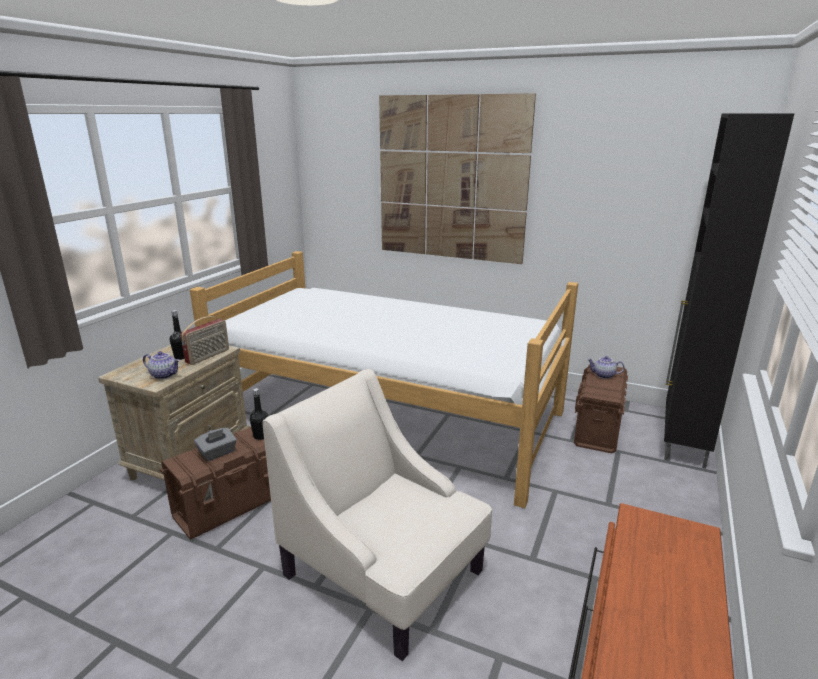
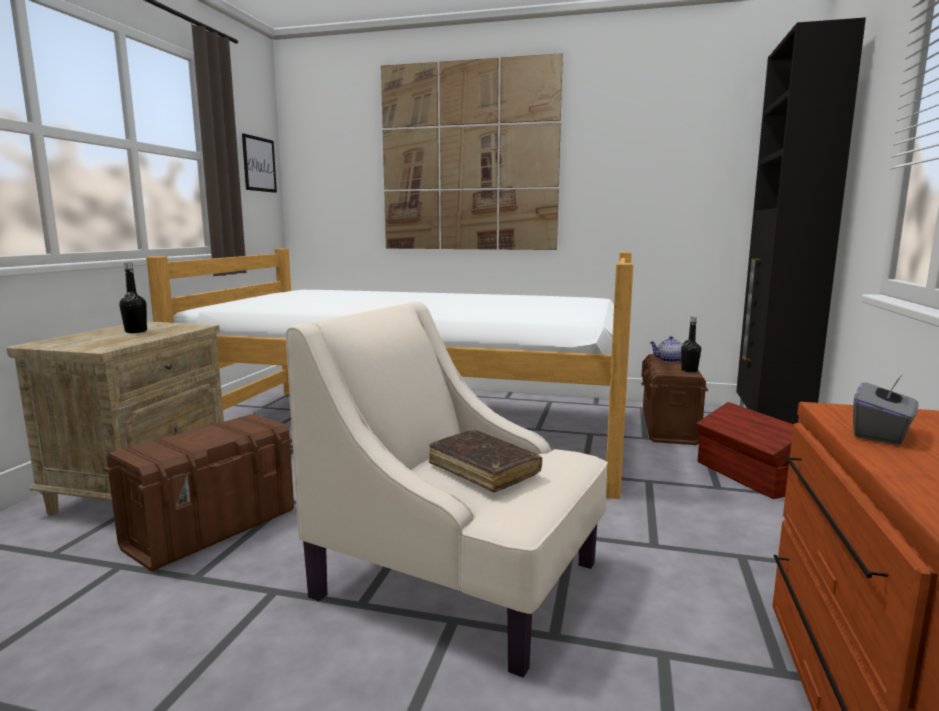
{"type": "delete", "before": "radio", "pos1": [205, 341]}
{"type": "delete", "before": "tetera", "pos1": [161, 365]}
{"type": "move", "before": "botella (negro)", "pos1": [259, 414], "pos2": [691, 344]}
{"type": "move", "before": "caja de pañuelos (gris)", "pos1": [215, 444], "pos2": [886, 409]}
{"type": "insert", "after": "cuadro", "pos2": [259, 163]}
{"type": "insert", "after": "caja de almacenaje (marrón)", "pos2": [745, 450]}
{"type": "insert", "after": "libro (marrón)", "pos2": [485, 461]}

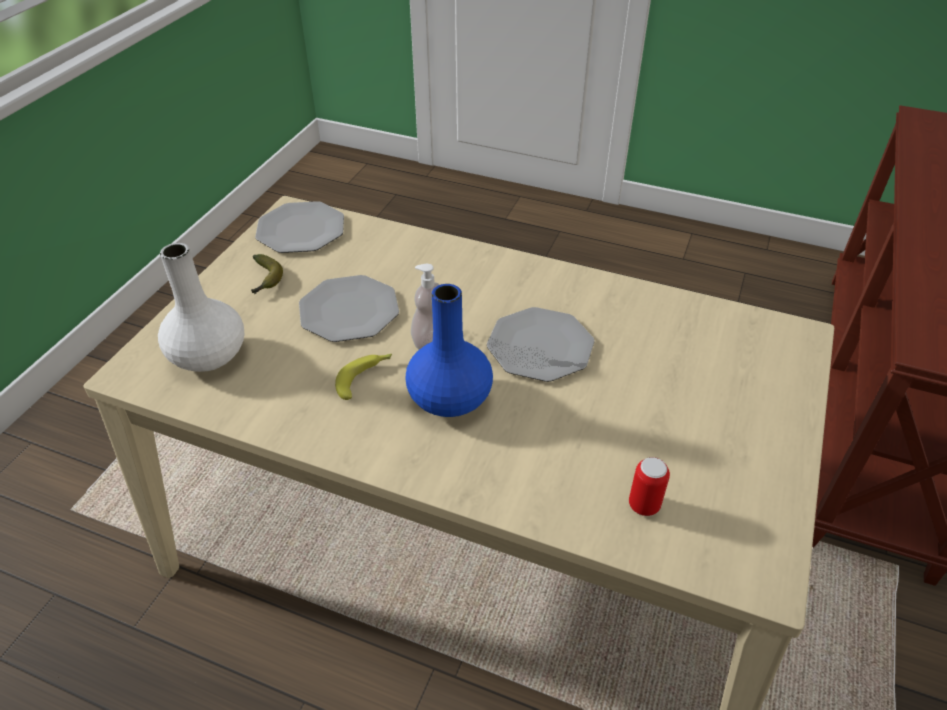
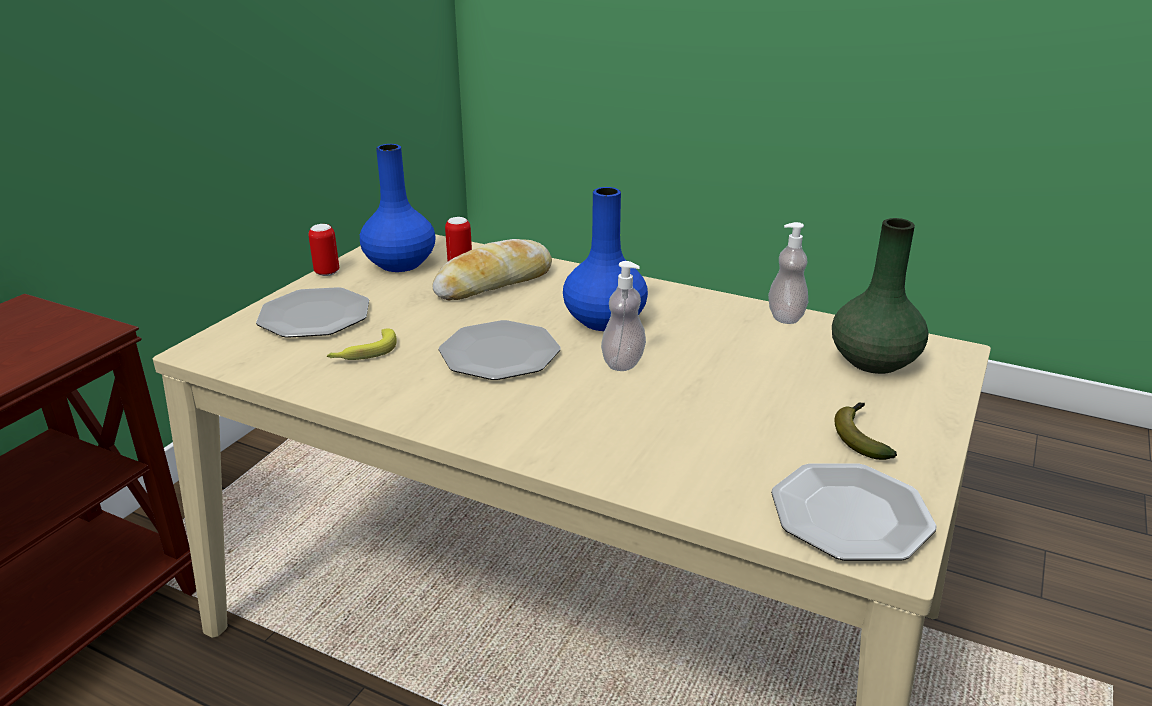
{"type": "recolor", "before": "florero (blanco)", "after": "florero (verde)", "pos1": [201, 307], "pos2": [880, 296]}
{"type": "move", "before": "plato", "pos1": [349, 308], "pos2": [312, 312]}
{"type": "move", "before": "plátano", "pos1": [363, 377], "pos2": [362, 344]}
{"type": "insert", "after": "florero (azul)", "pos2": [398, 208]}
{"type": "insert", "after": "dispensador de jabón", "pos2": [788, 273]}
{"type": "insert", "after": "lata", "pos2": [323, 250]}
{"type": "insert", "after": "pan", "pos2": [492, 269]}

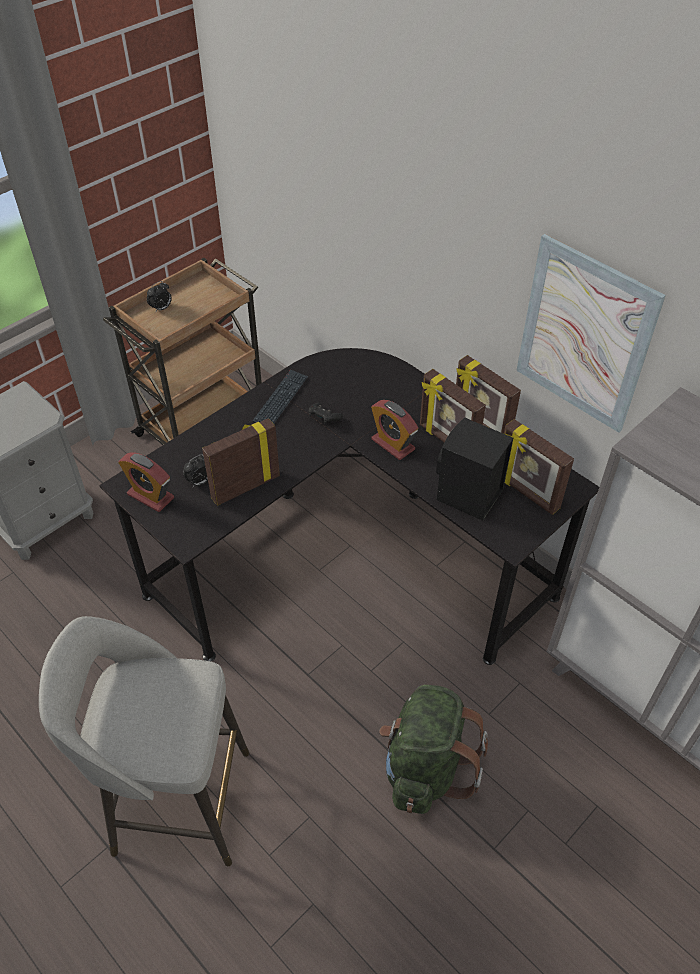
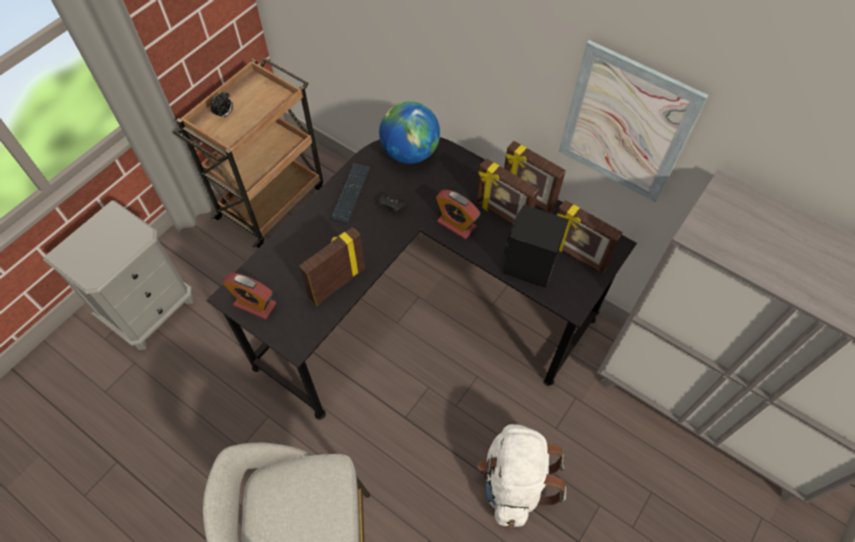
{"type": "delete", "before": "despertador", "pos1": [195, 470]}
{"type": "recolor", "before": "mochila (verde)", "after": "mochila (blanco)", "pos1": [433, 749], "pos2": [522, 476]}
{"type": "insert", "after": "globo terráqueo", "pos2": [409, 132]}

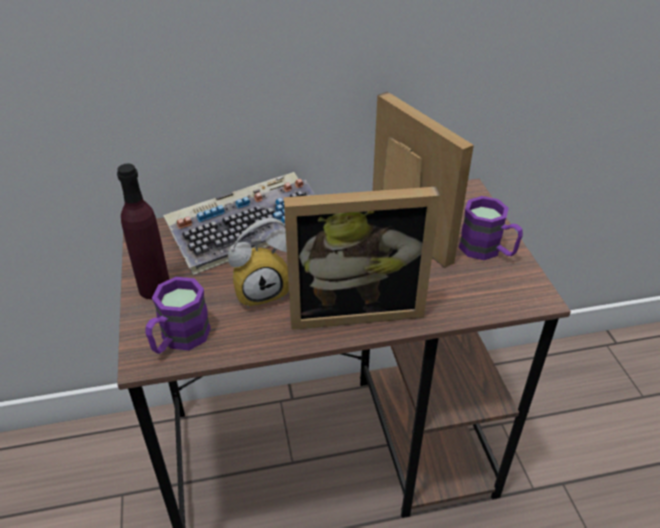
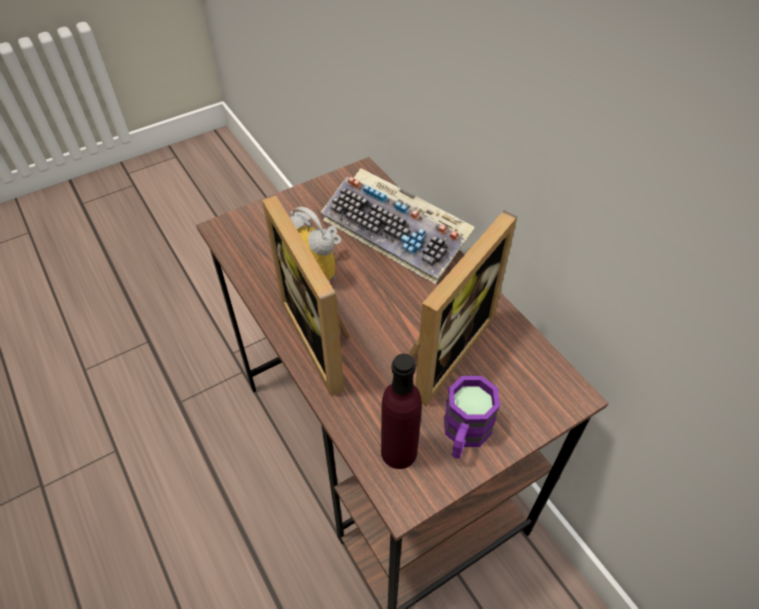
{"type": "move", "before": "botella (morado)", "pos1": [143, 231], "pos2": [401, 411]}
{"type": "delete", "before": "taza grande (morado)", "pos1": [178, 315]}

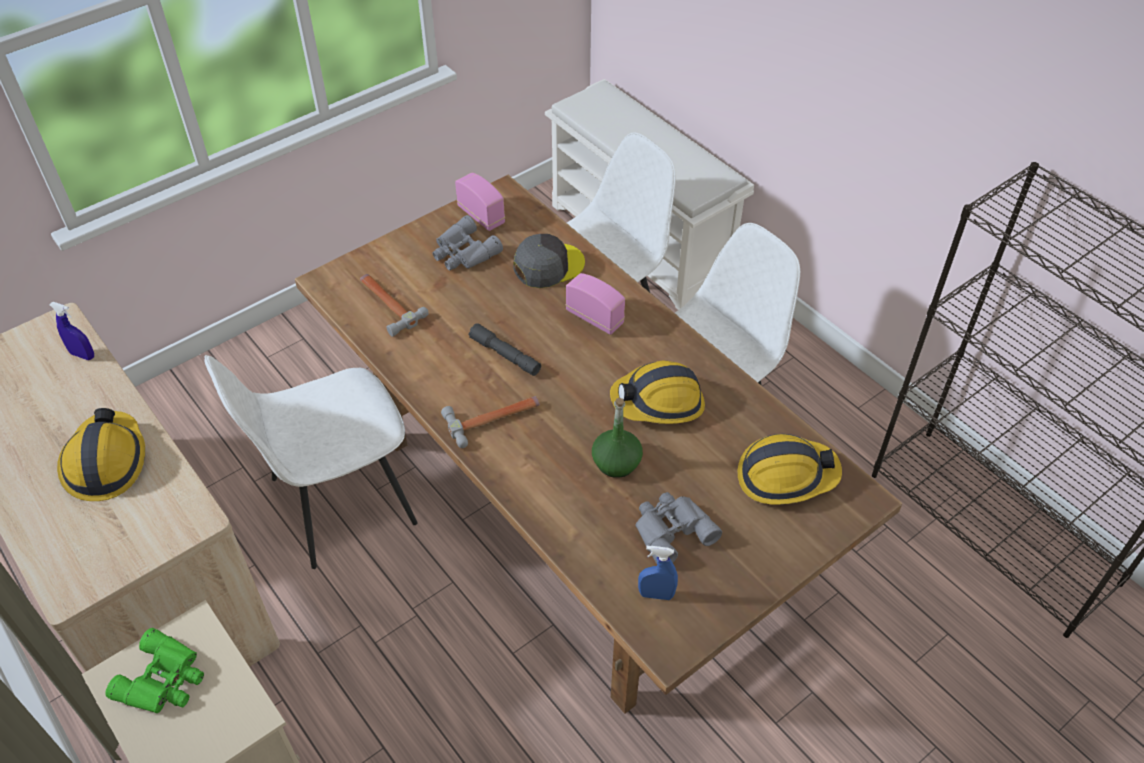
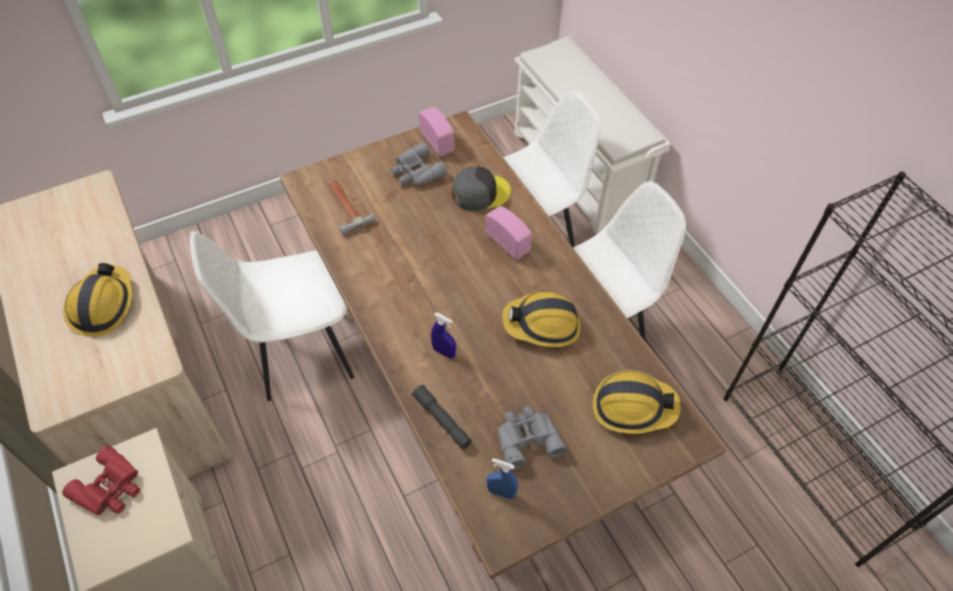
{"type": "move", "before": "pulverizador (azul)", "pos1": [71, 331], "pos2": [443, 335]}
{"type": "move", "before": "linterna (gris)", "pos1": [505, 349], "pos2": [442, 416]}
{"type": "delete", "before": "martillo", "pos1": [490, 422]}
{"type": "delete", "before": "botella (verde)", "pos1": [617, 437]}
{"type": "recolor", "before": "prismáticos (verde)", "after": "prismáticos (rojo)", "pos1": [154, 670], "pos2": [101, 480]}

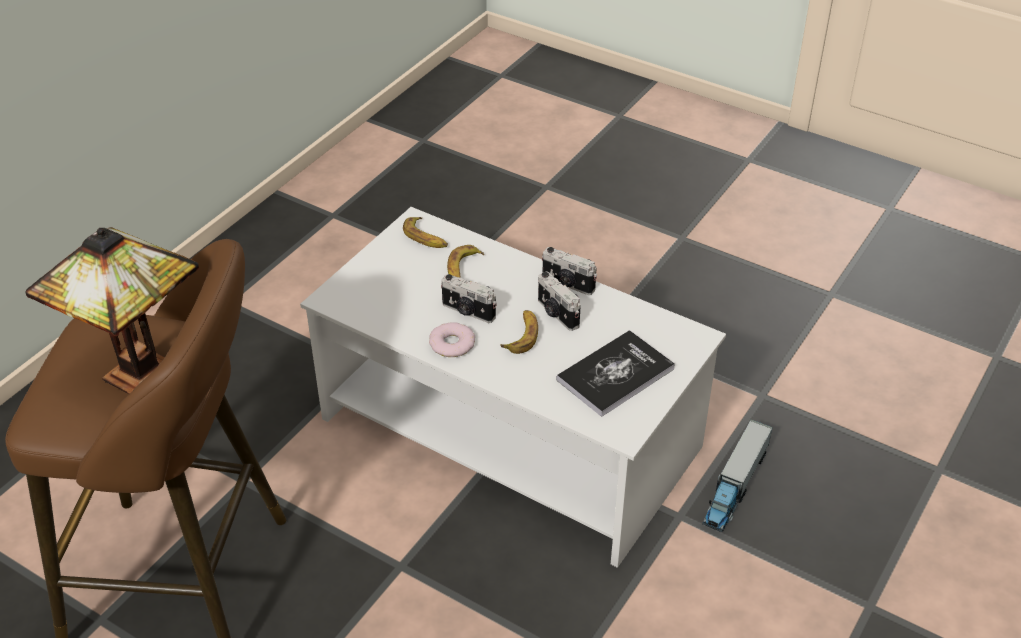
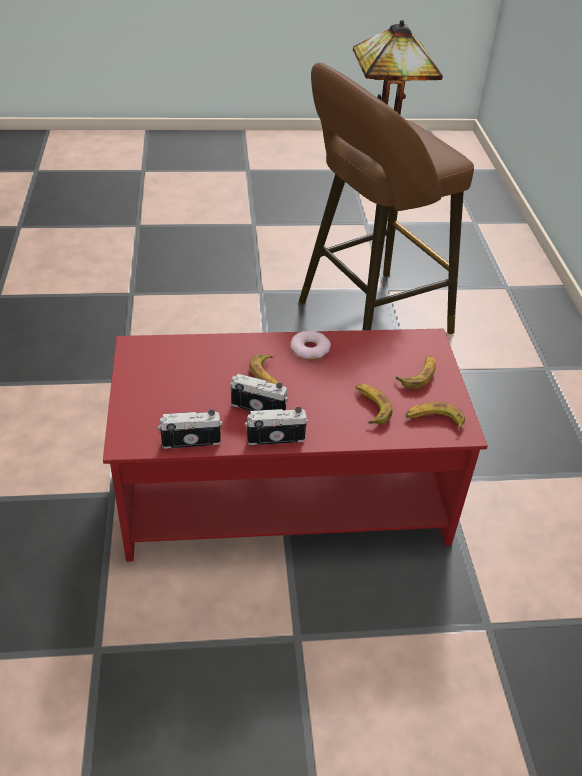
{"type": "recolor", "before": "mesa de centro (blanco)", "after": "mesa de centro (rojo)", "pos1": [513, 387], "pos2": [295, 445]}
{"type": "move", "before": "cámara", "pos1": [469, 298], "pos2": [190, 429]}
{"type": "delete", "before": "libro", "pos1": [615, 373]}
{"type": "delete", "before": "camión de juguete", "pos1": [737, 475]}
{"type": "insert", "after": "plátano", "pos2": [416, 372]}

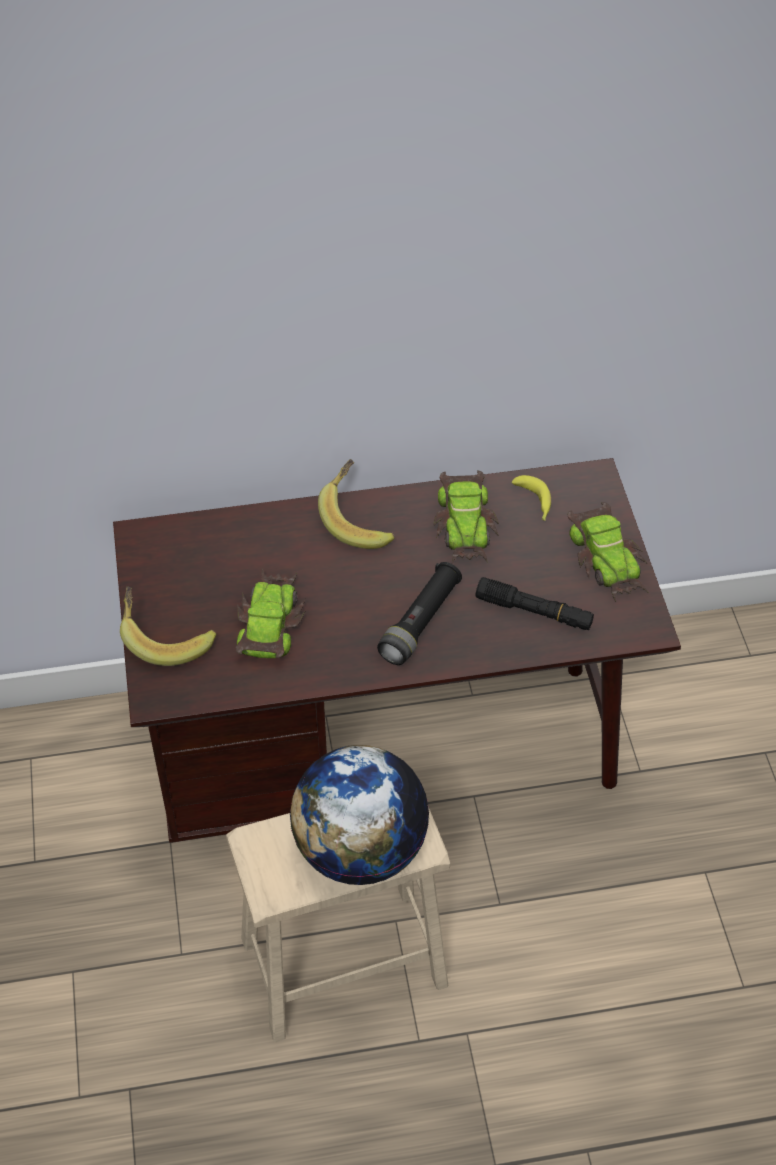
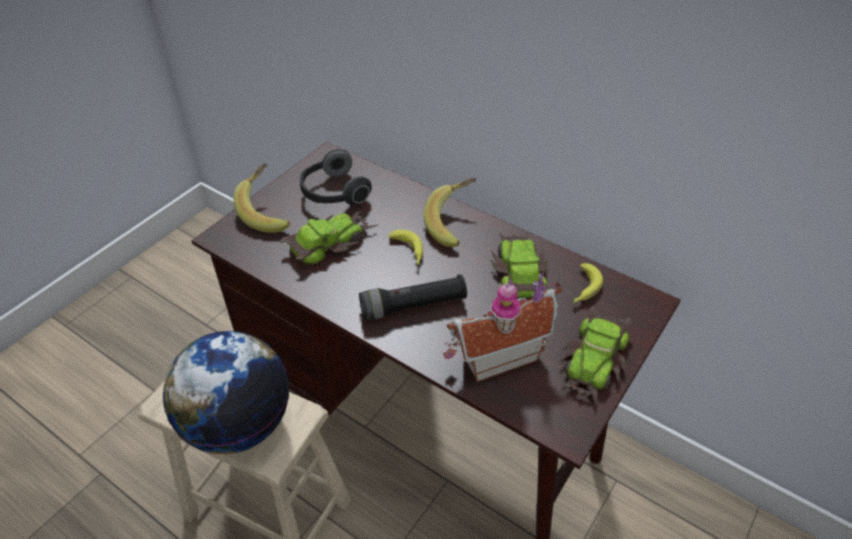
{"type": "rotate", "before": "coche de juguete", "pos1": [466, 517], "pos2": [519, 264], "turn": 135}
{"type": "replace", "before": "linterna (negro)", "after": "casita", "pos1": [535, 603], "pos2": [503, 327]}
{"type": "insert", "after": "auriculares", "pos2": [336, 177]}
{"type": "insert", "after": "plátano", "pos2": [405, 247]}

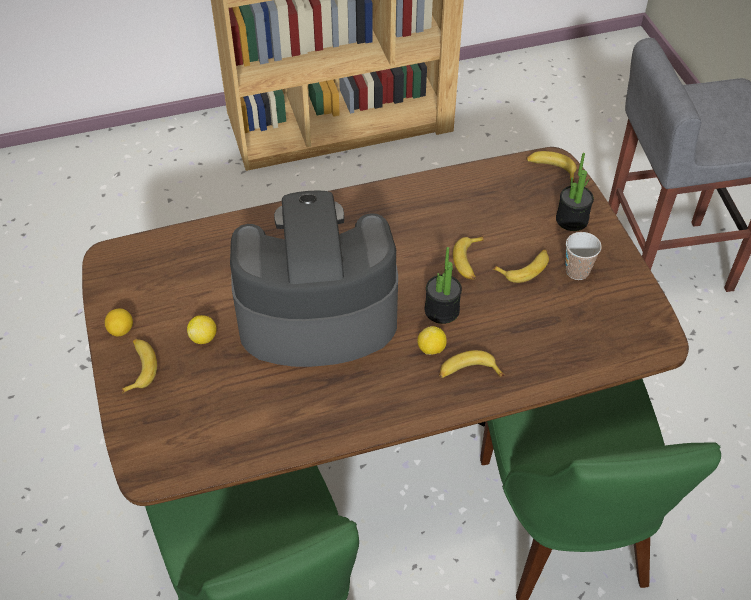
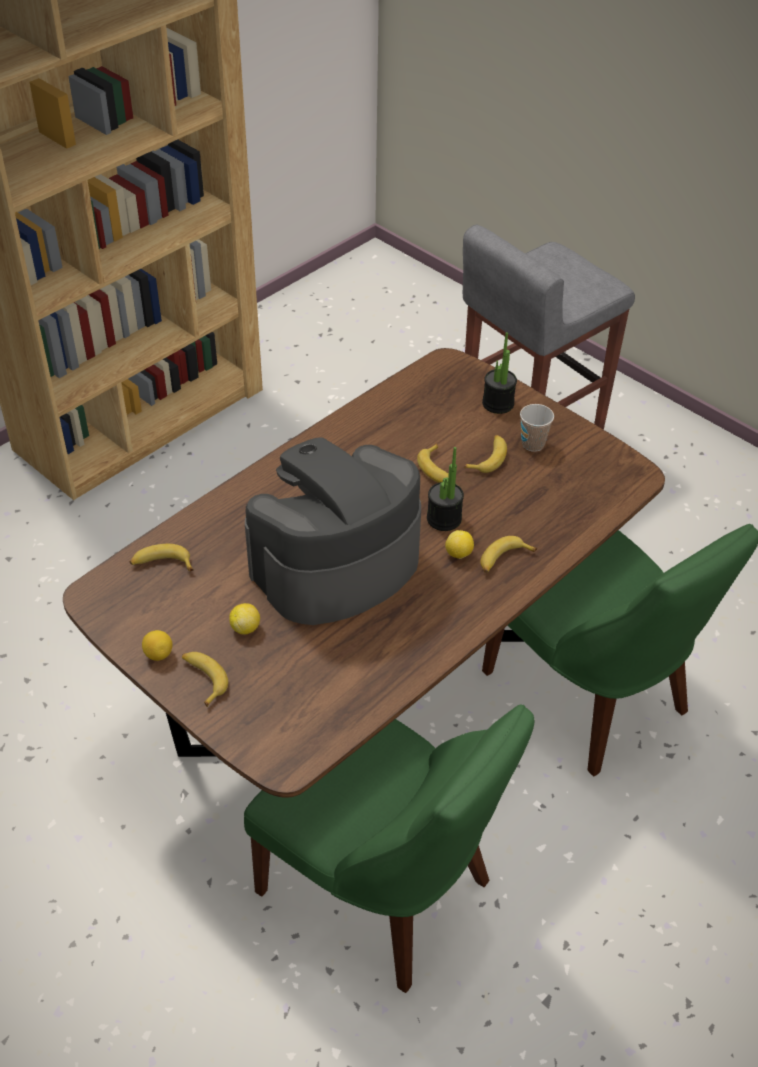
{"type": "move", "before": "plátano", "pos1": [551, 167], "pos2": [162, 557]}

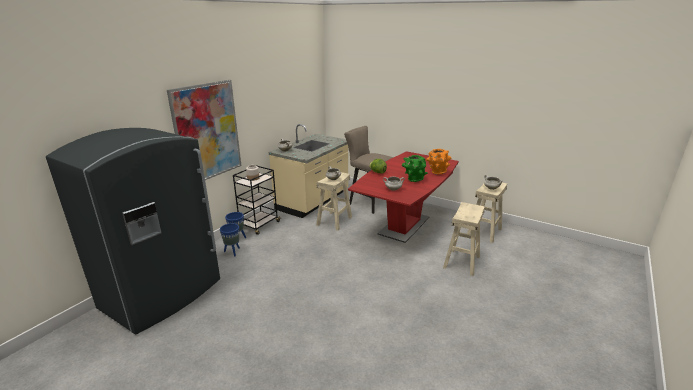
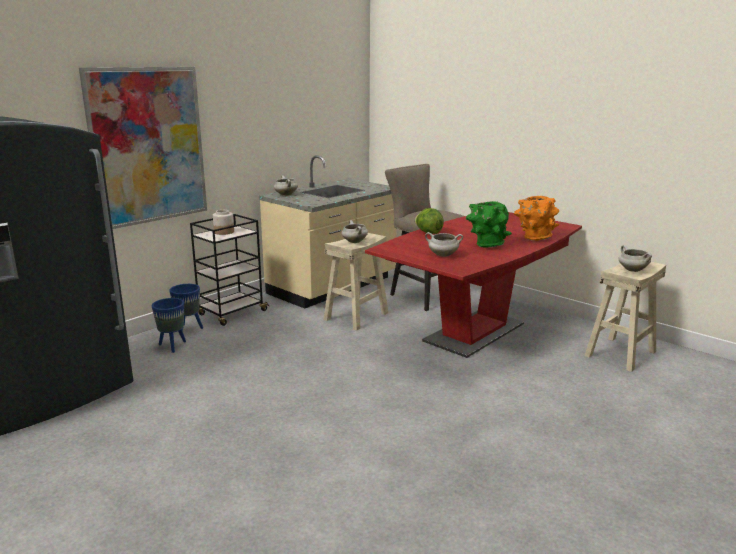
{"type": "delete", "before": "taburete (beis)", "pos1": [464, 239]}

